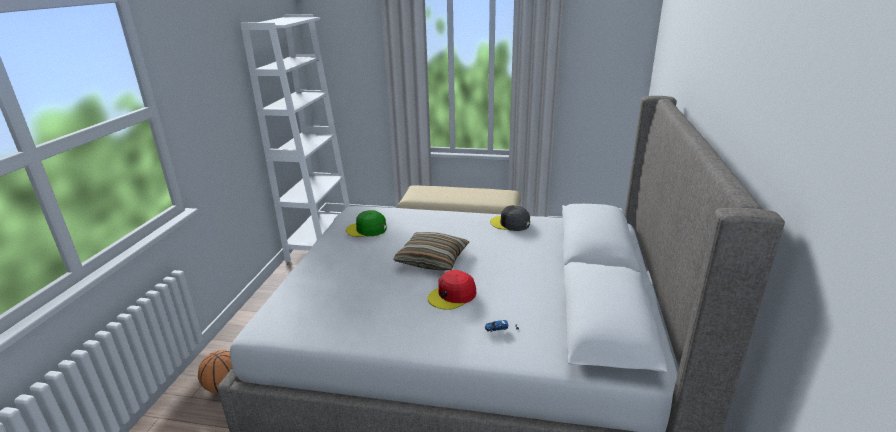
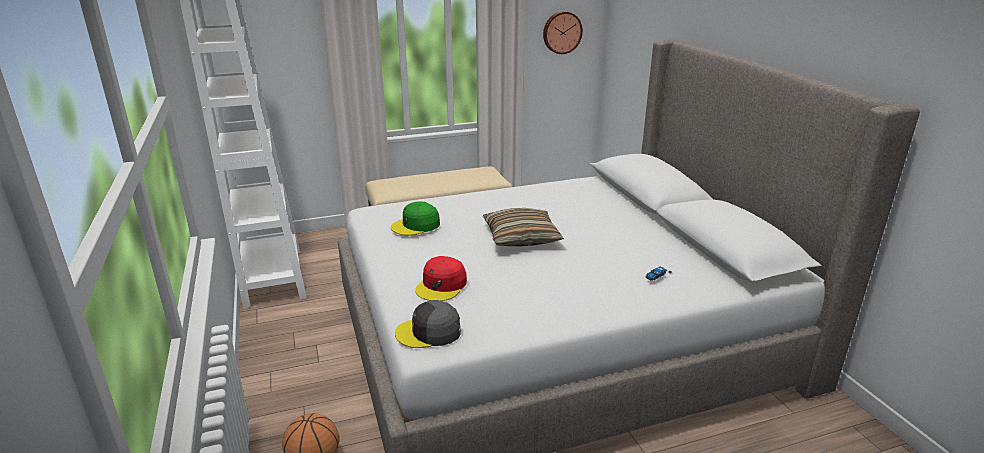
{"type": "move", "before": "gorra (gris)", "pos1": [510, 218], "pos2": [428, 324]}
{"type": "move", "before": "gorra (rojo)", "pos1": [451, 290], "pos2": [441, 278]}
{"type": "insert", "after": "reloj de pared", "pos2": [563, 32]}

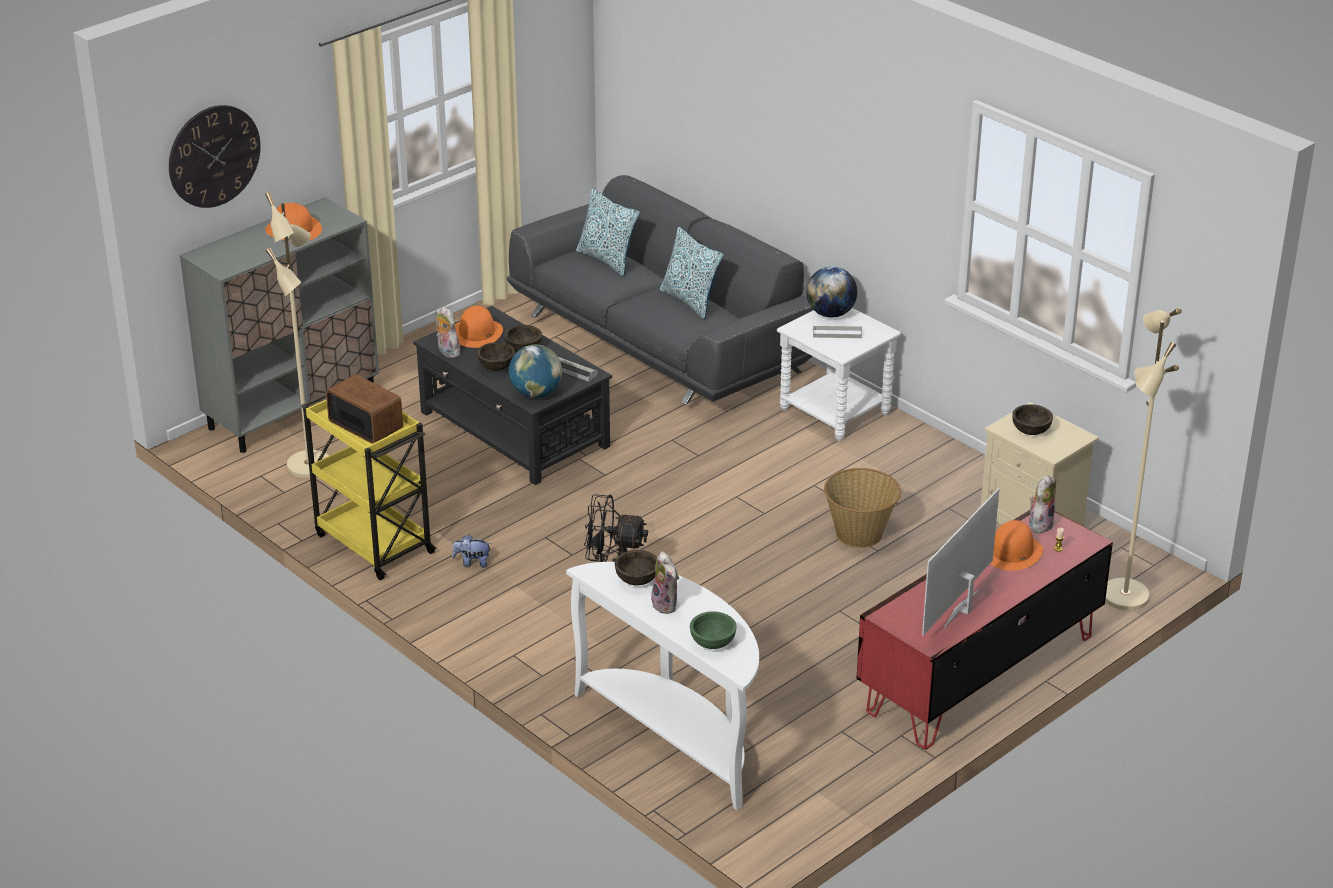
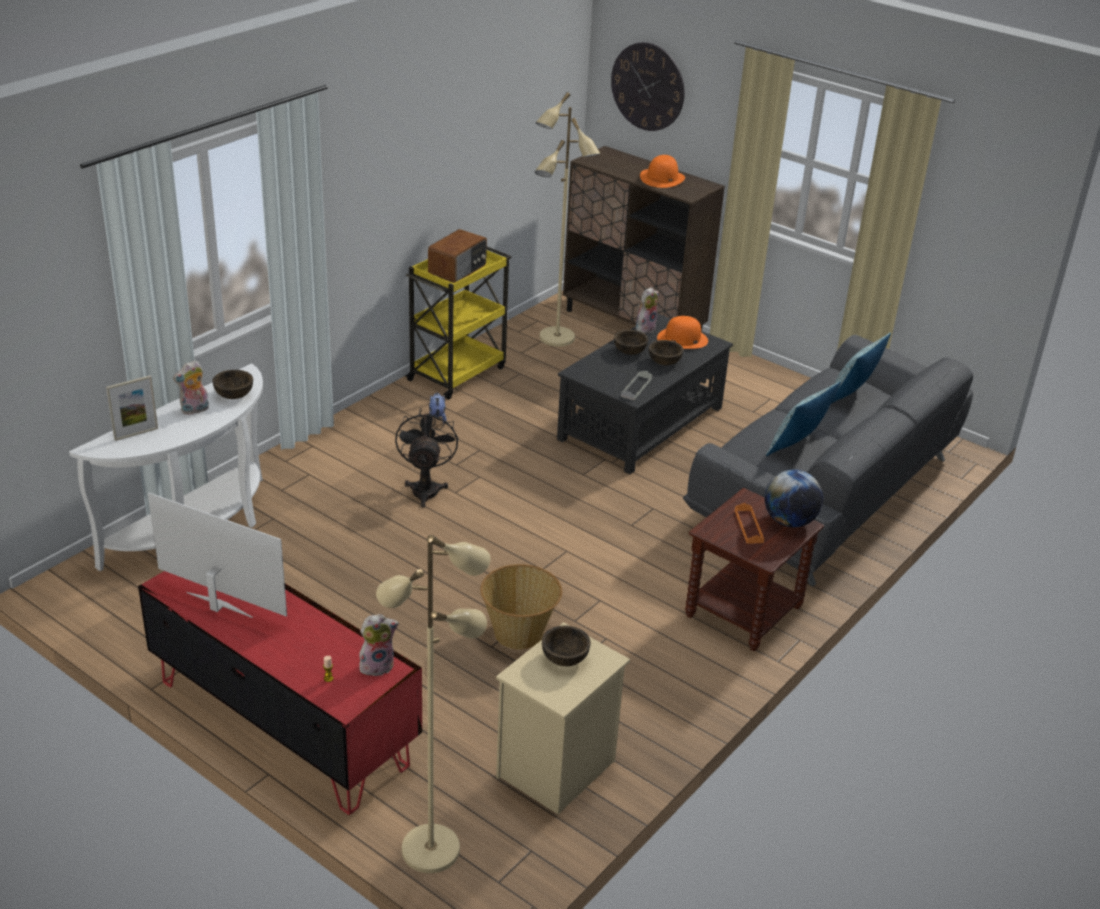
{"type": "recolor", "before": "armario (gris)", "after": "armario (marrón)", "pos1": [279, 325], "pos2": [644, 238]}
{"type": "recolor", "before": "mesa auxiliar (blanco)", "after": "mesa auxiliar (marrón)", "pos1": [839, 374], "pos2": [754, 569]}
{"type": "recolor", "before": "bandeja (gris)", "after": "bandeja (naranja)", "pos1": [837, 332], "pos2": [749, 523]}
{"type": "delete", "before": "globo terráqueo", "pos1": [535, 371]}
{"type": "rotate", "before": "peluche", "pos1": [1042, 504], "pos2": [379, 645], "turn": -45}
{"type": "delete", "before": "sombrero (naranja)", "pos1": [1016, 545]}
{"type": "replace", "before": "cuenco (verde)", "after": "portarretratos", "pos1": [713, 630], "pos2": [132, 408]}

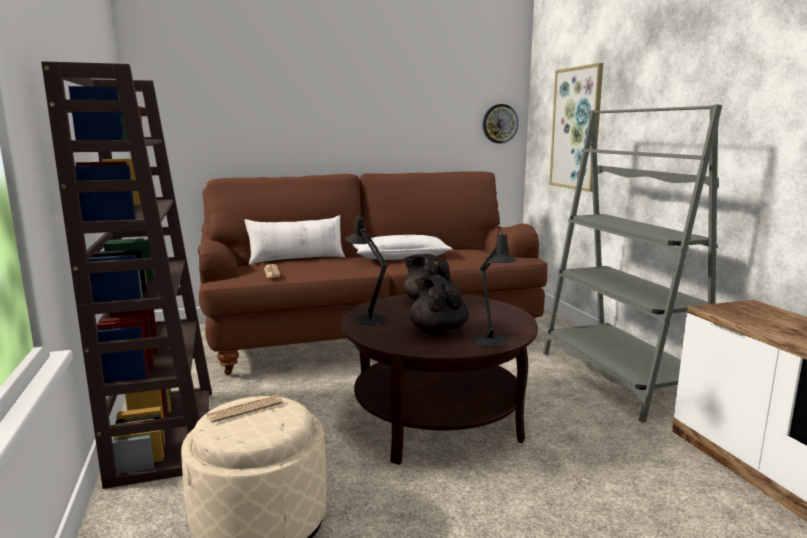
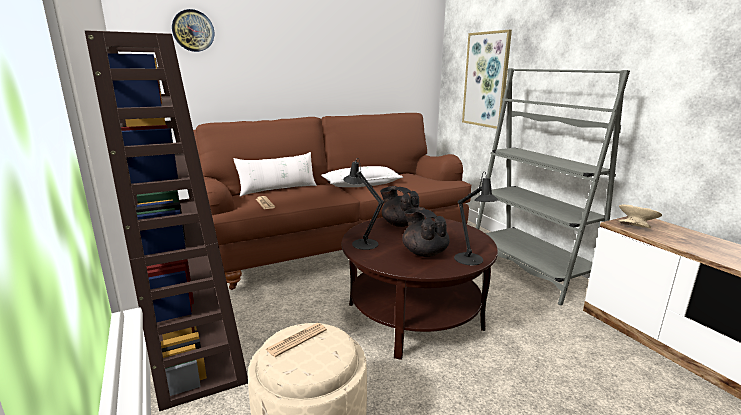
{"type": "move", "before": "reloj de pared", "pos1": [501, 123], "pos2": [193, 30]}
{"type": "insert", "after": "cuenco (beis)", "pos2": [640, 216]}

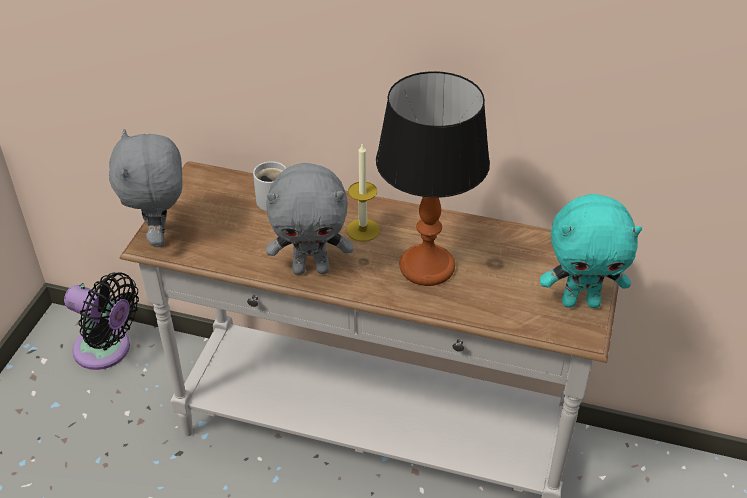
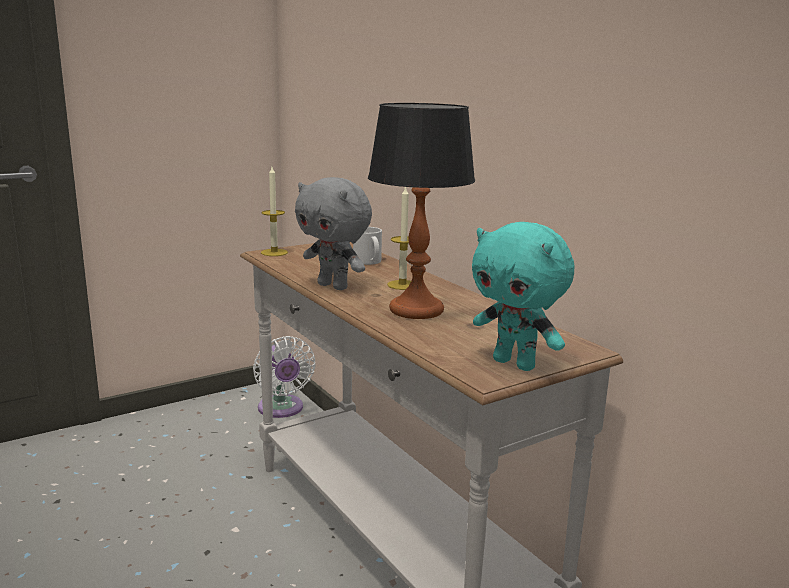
{"type": "replace", "before": "peluche (gris)", "after": "vela", "pos1": [145, 188], "pos2": [274, 211]}
{"type": "recolor", "before": "ventilador (negro)", "after": "ventilador (blanco)", "pos1": [101, 321], "pos2": [284, 377]}

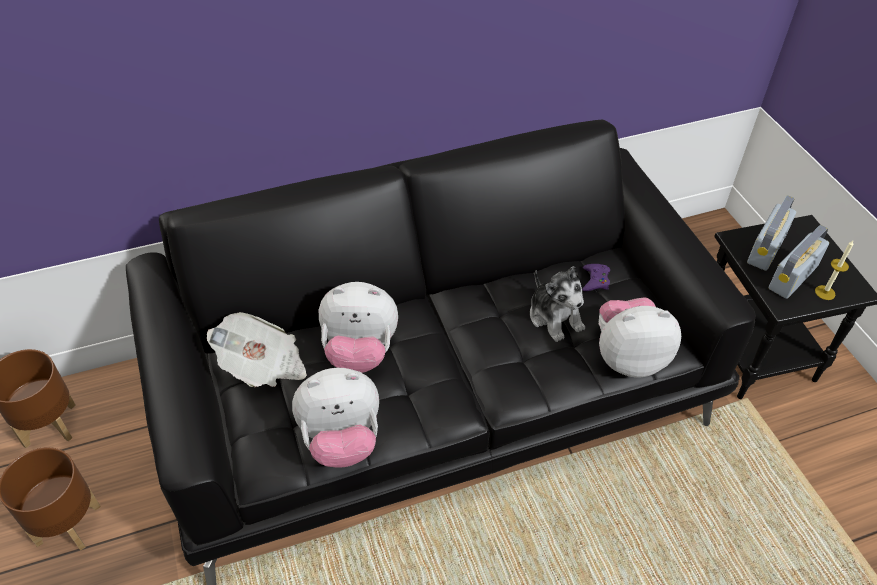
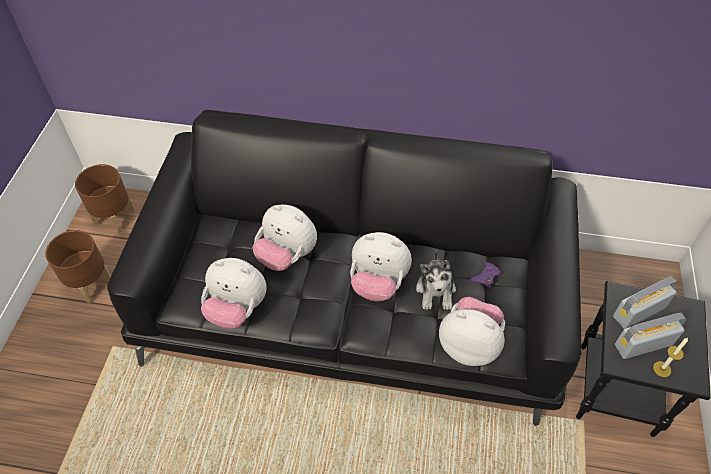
{"type": "delete", "before": "periódico", "pos1": [257, 349]}
{"type": "insert", "after": "peluche", "pos2": [381, 266]}

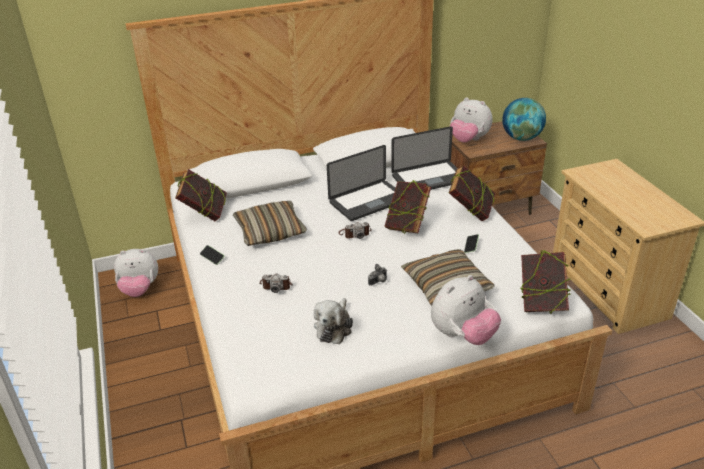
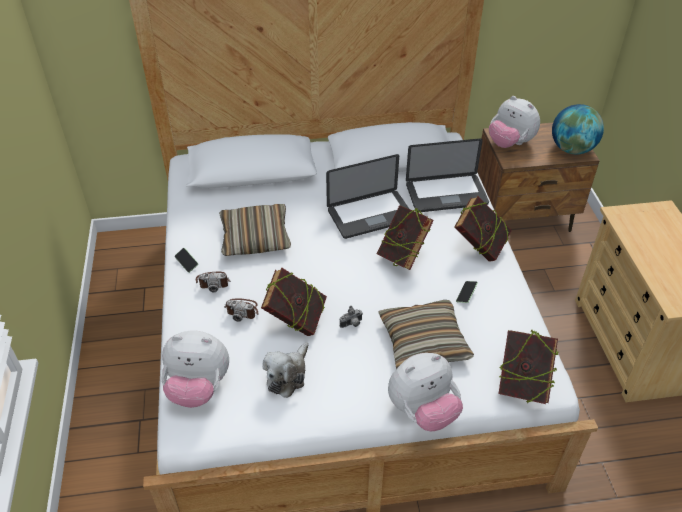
{"type": "move", "before": "libro", "pos1": [201, 195], "pos2": [294, 302]}
{"type": "move", "before": "cámara", "pos1": [355, 230], "pos2": [213, 282]}
{"type": "move", "before": "peluche", "pos1": [136, 273], "pos2": [195, 369]}

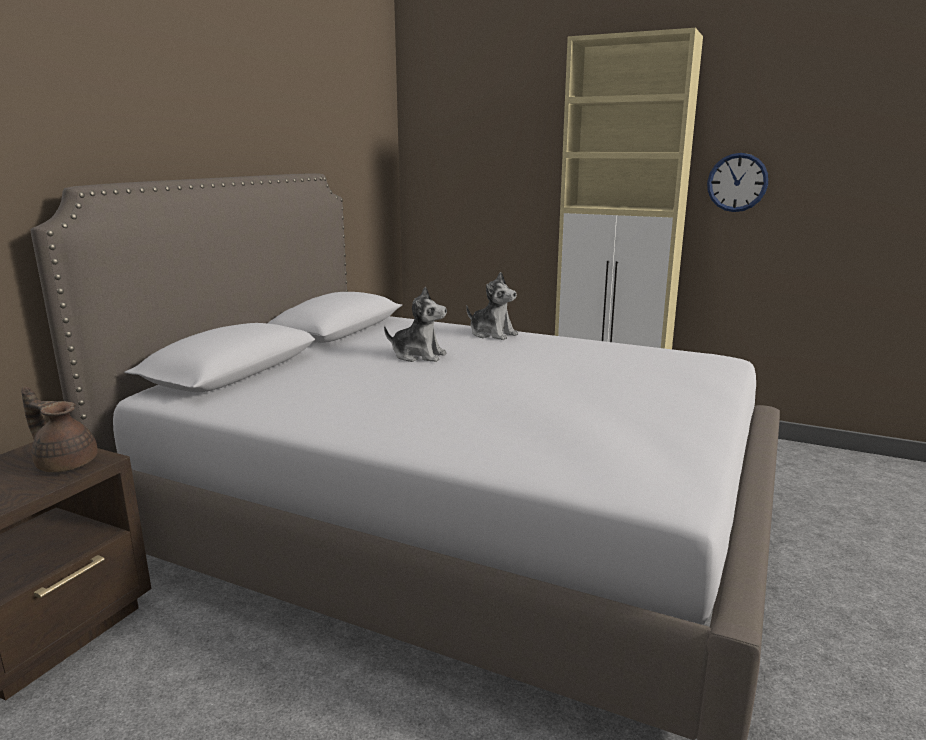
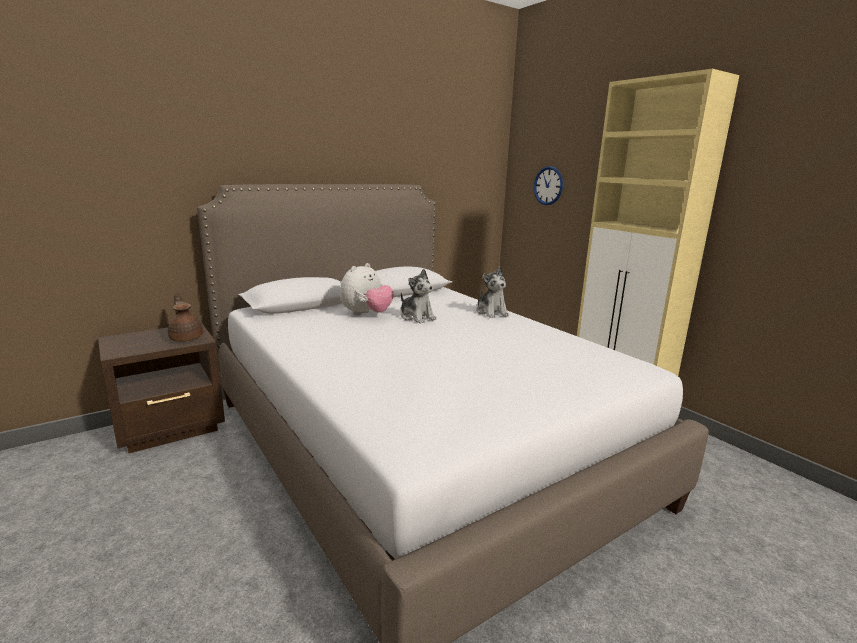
{"type": "move", "before": "reloj de pared", "pos1": [738, 182], "pos2": [548, 185]}
{"type": "insert", "after": "peluche", "pos2": [367, 289]}

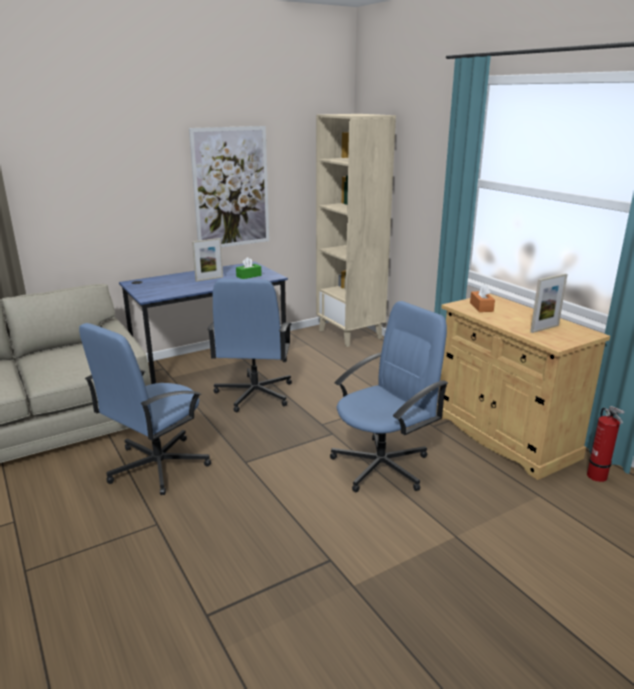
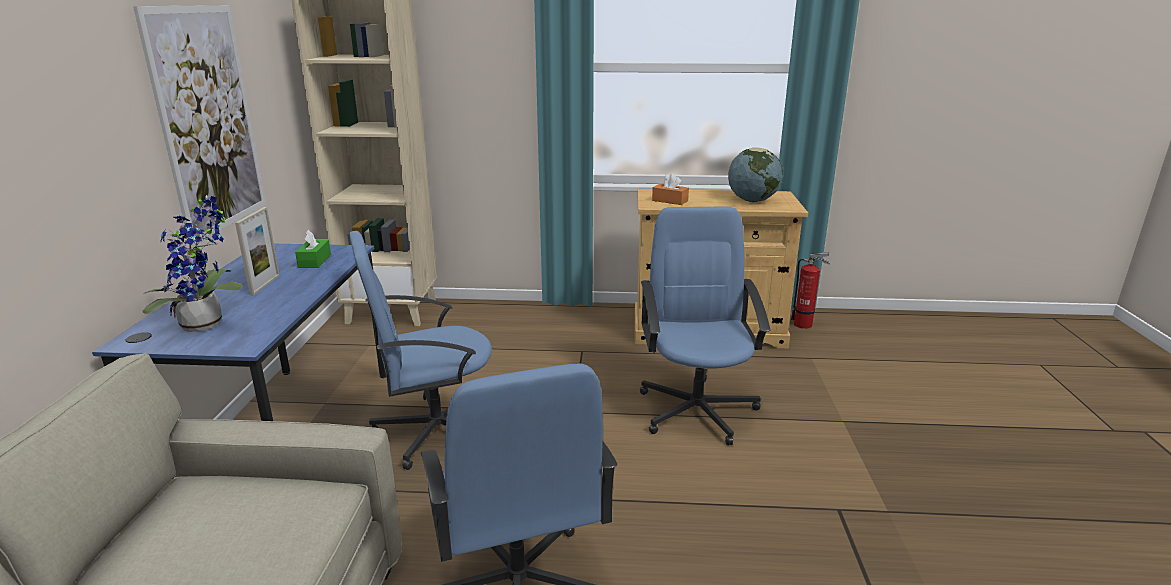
{"type": "replace", "before": "portarretratos", "after": "globo terráqueo", "pos1": [549, 303], "pos2": [755, 174]}
{"type": "rotate", "before": "silla de oficina (azul)", "pos1": [249, 346], "pos2": [420, 350], "turn": 120}
{"type": "insert", "after": "planta en maceta", "pos2": [193, 263]}

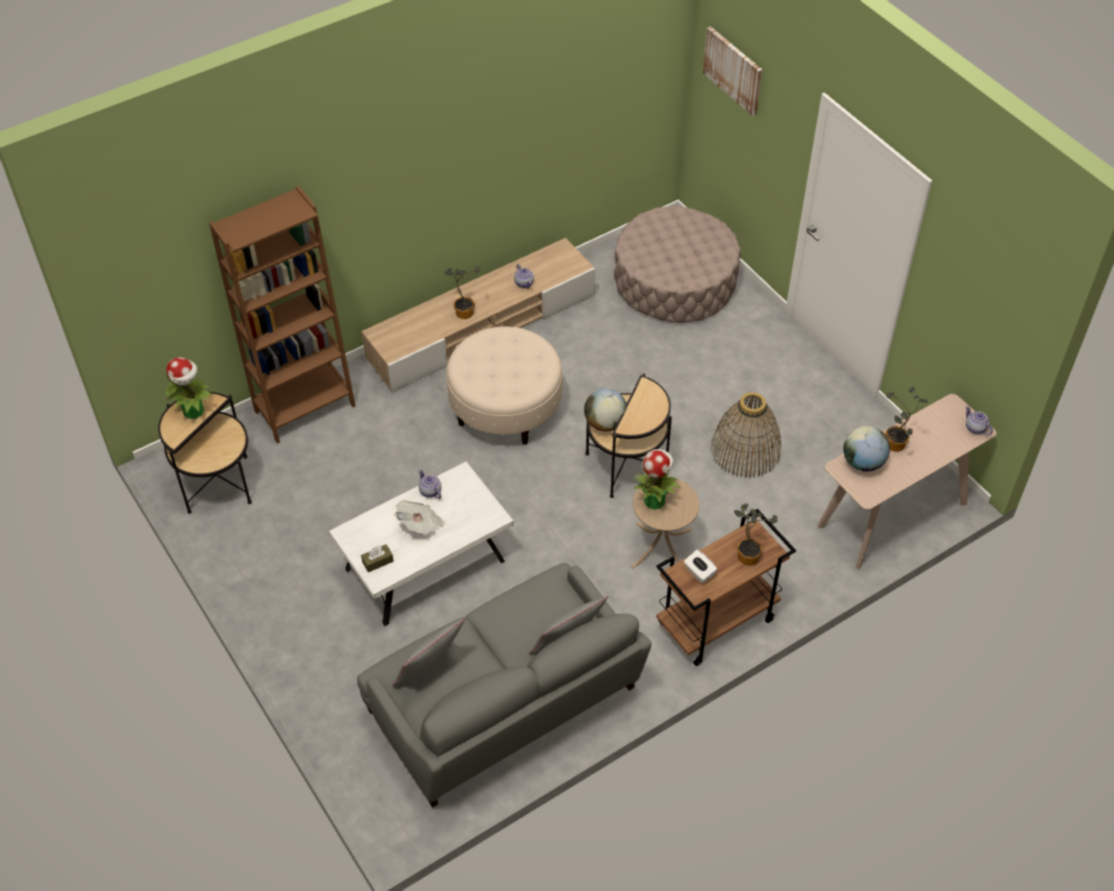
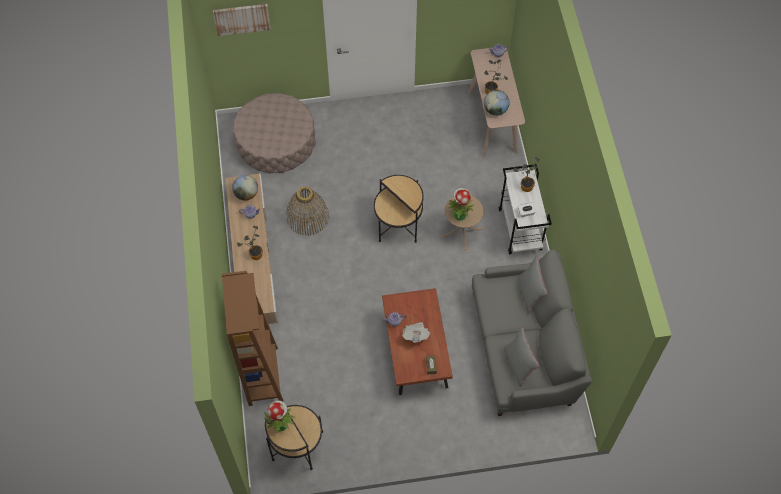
{"type": "delete", "before": "puf (beis)", "pos1": [504, 385]}
{"type": "move", "before": "globo terráqueo", "pos1": [605, 410], "pos2": [245, 188]}
{"type": "move", "before": "cesta", "pos1": [746, 435], "pos2": [307, 211]}
{"type": "recolor", "before": "mesa de centro (blanco)", "after": "mesa de centro (marrón)", "pos1": [421, 544], "pos2": [417, 341]}
{"type": "recolor", "before": "carrito (marrón)", "after": "carrito (blanco)", "pos1": [726, 587], "pos2": [525, 209]}

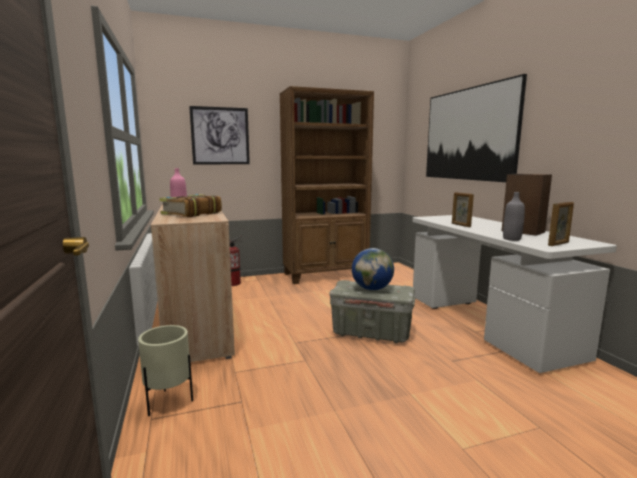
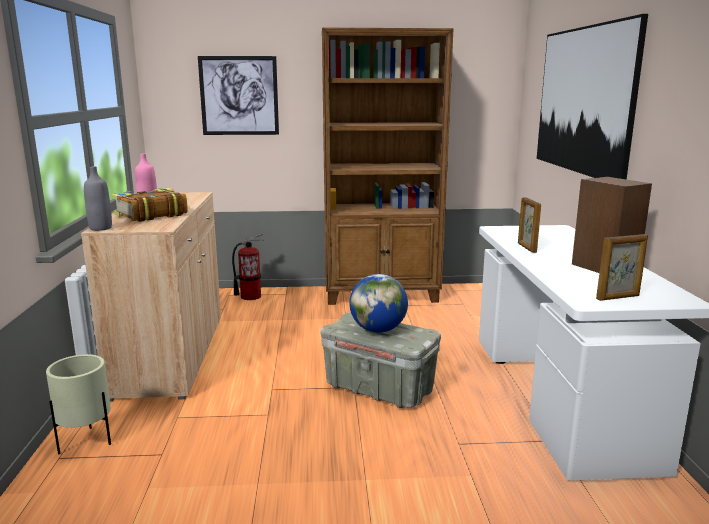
{"type": "move", "before": "botella (gris)", "pos1": [514, 216], "pos2": [98, 198]}

